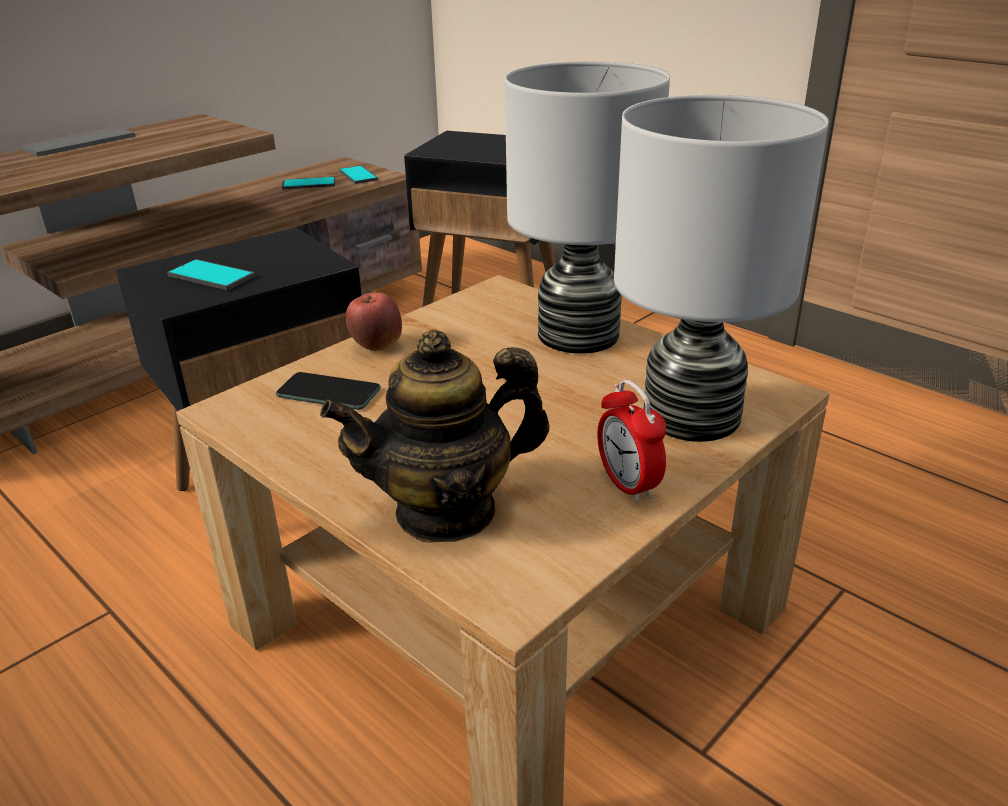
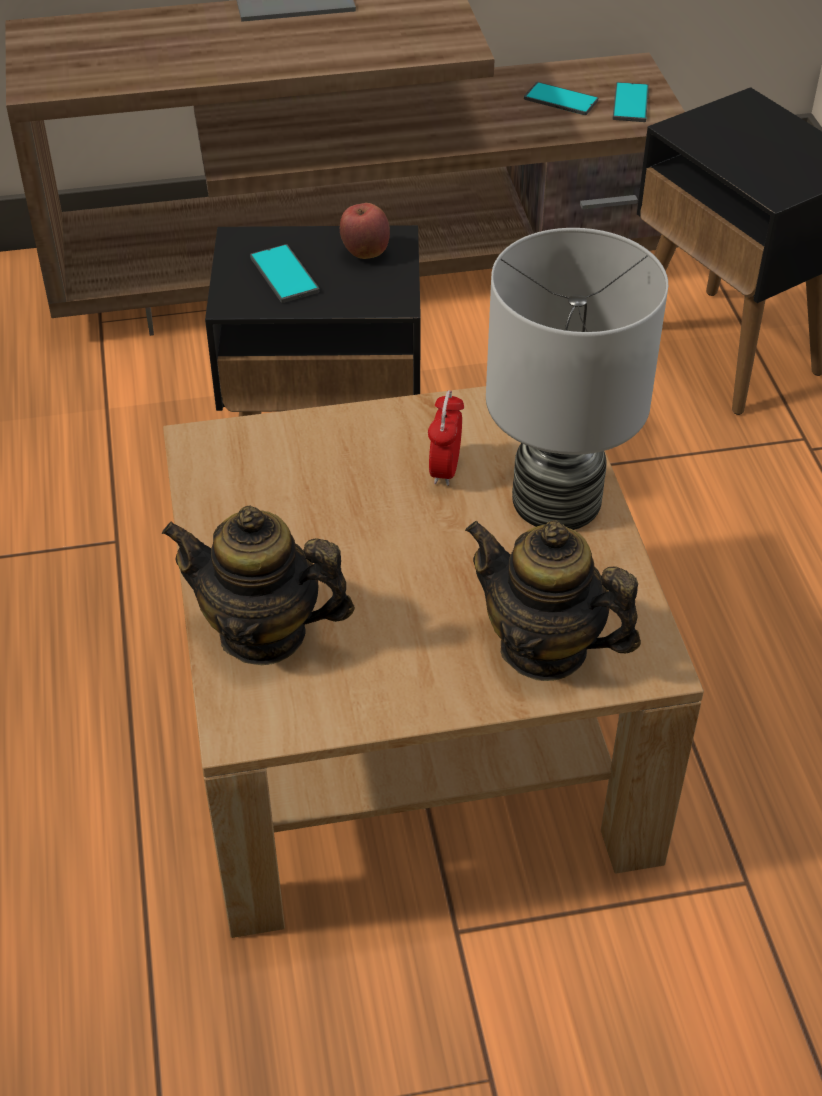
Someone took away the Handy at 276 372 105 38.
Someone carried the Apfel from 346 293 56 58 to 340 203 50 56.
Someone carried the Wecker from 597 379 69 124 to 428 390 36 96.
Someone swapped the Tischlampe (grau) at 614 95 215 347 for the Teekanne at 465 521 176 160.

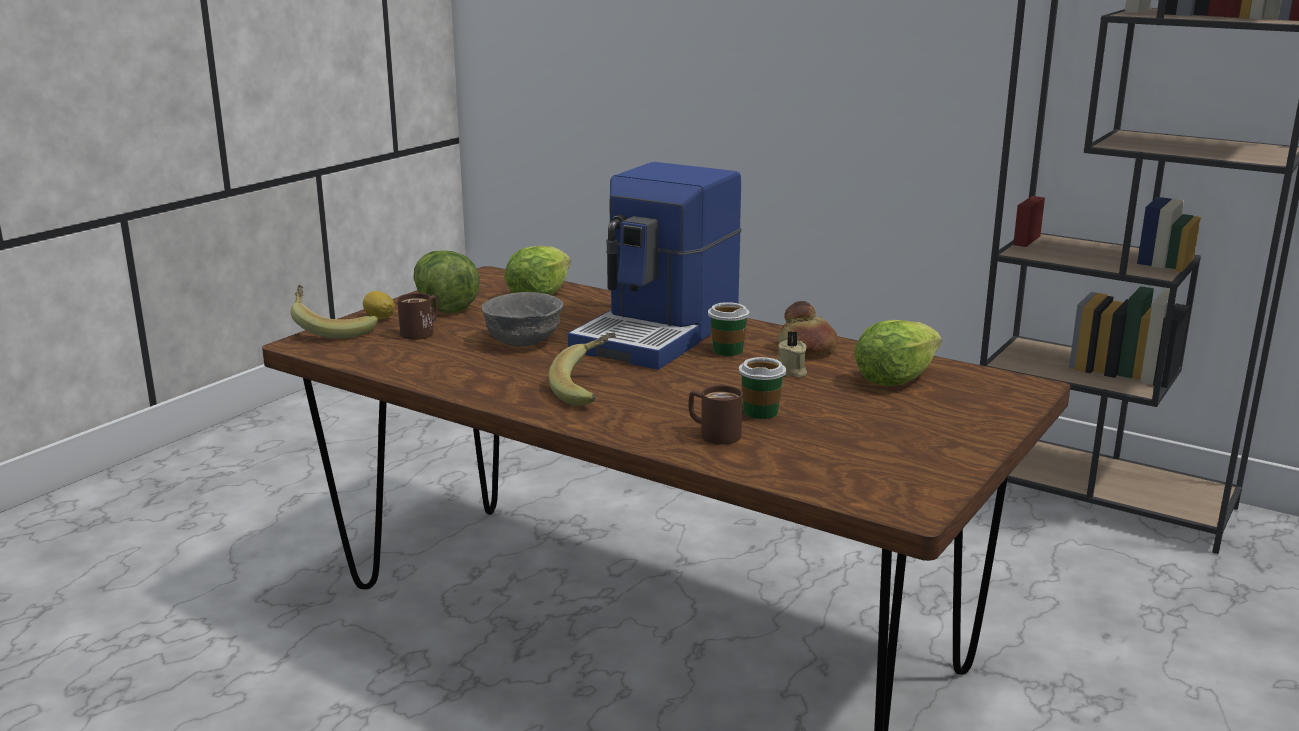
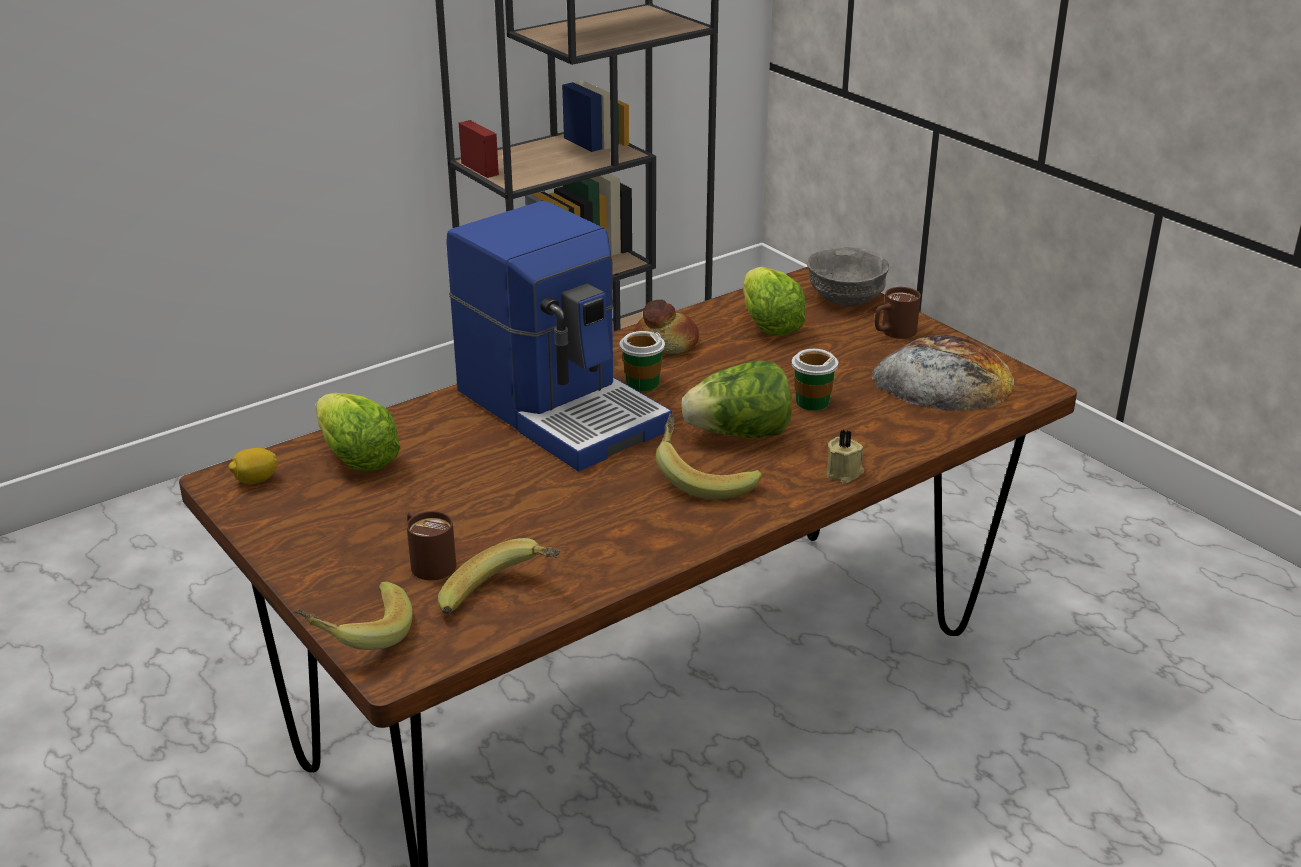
Someone carried the Zitrone from 363 291 32 28 to 229 448 49 36.
Someone carried the Salatkopf from 414 250 66 63 to 681 360 111 78.
Someone carried the Schüssel (grau) from 482 292 81 55 to 807 247 82 59.
Someone carried the Henkelbecher (braun) from 688 385 55 60 to 875 287 46 52.
Someone carried the Kerze (beige) from 778 331 29 47 to 827 430 37 53.
Someone put down the Banane at 438 538 122 77.
Someone put down the Brot at 872 335 143 76.

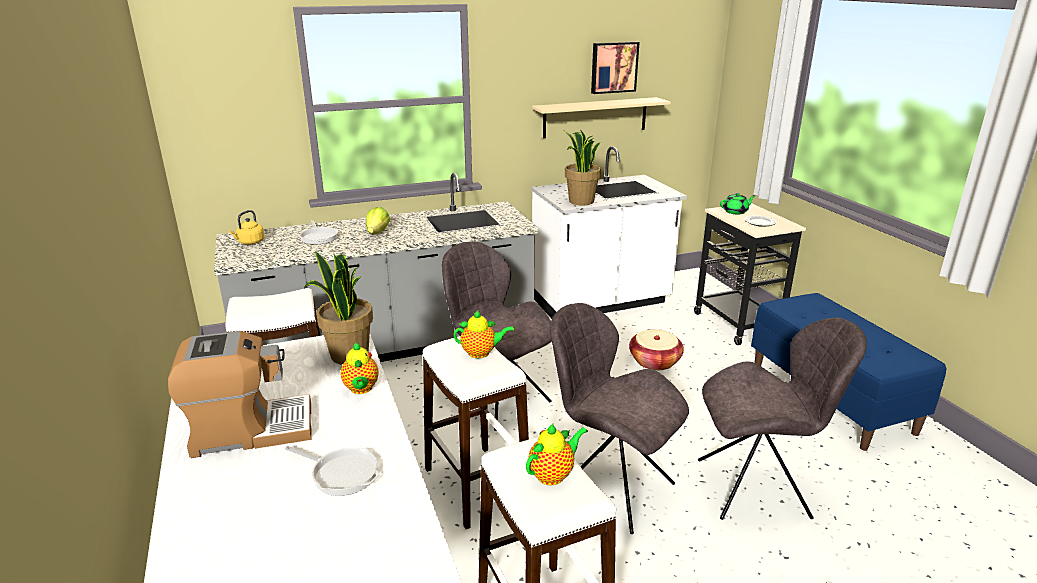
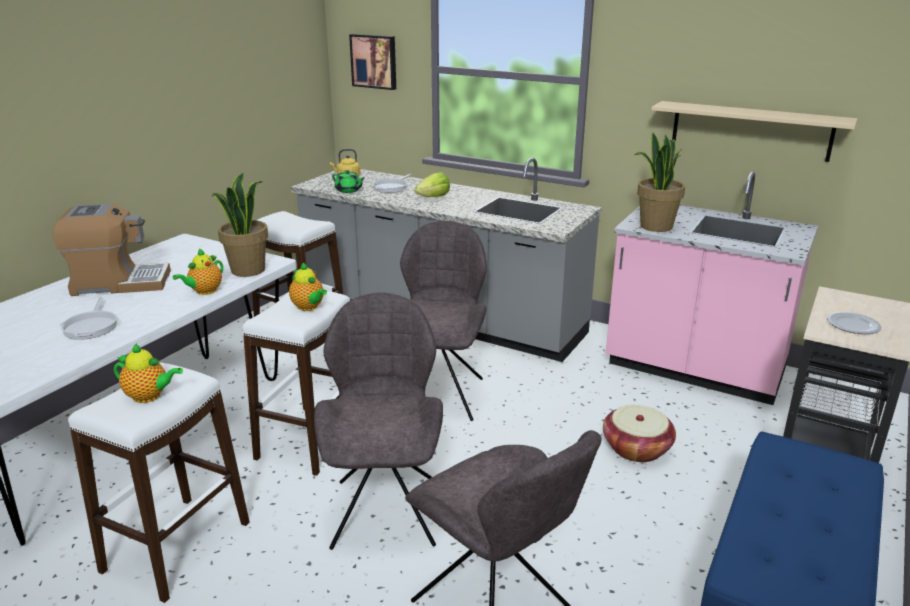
Someone rotated the Kaffeemaschine at 168 331 143 127 by 45 degrees counterclockwise.
Someone repainted the Küchenzeile (weiß) at 531 146 156 173, which became the Küchenzeile (rosa) at 606 172 212 233.
Someone carried the Bild from 591 42 49 52 to 349 34 47 56.
Someone carried the Teekanne (grün) from 720 193 36 21 to 332 170 32 23.

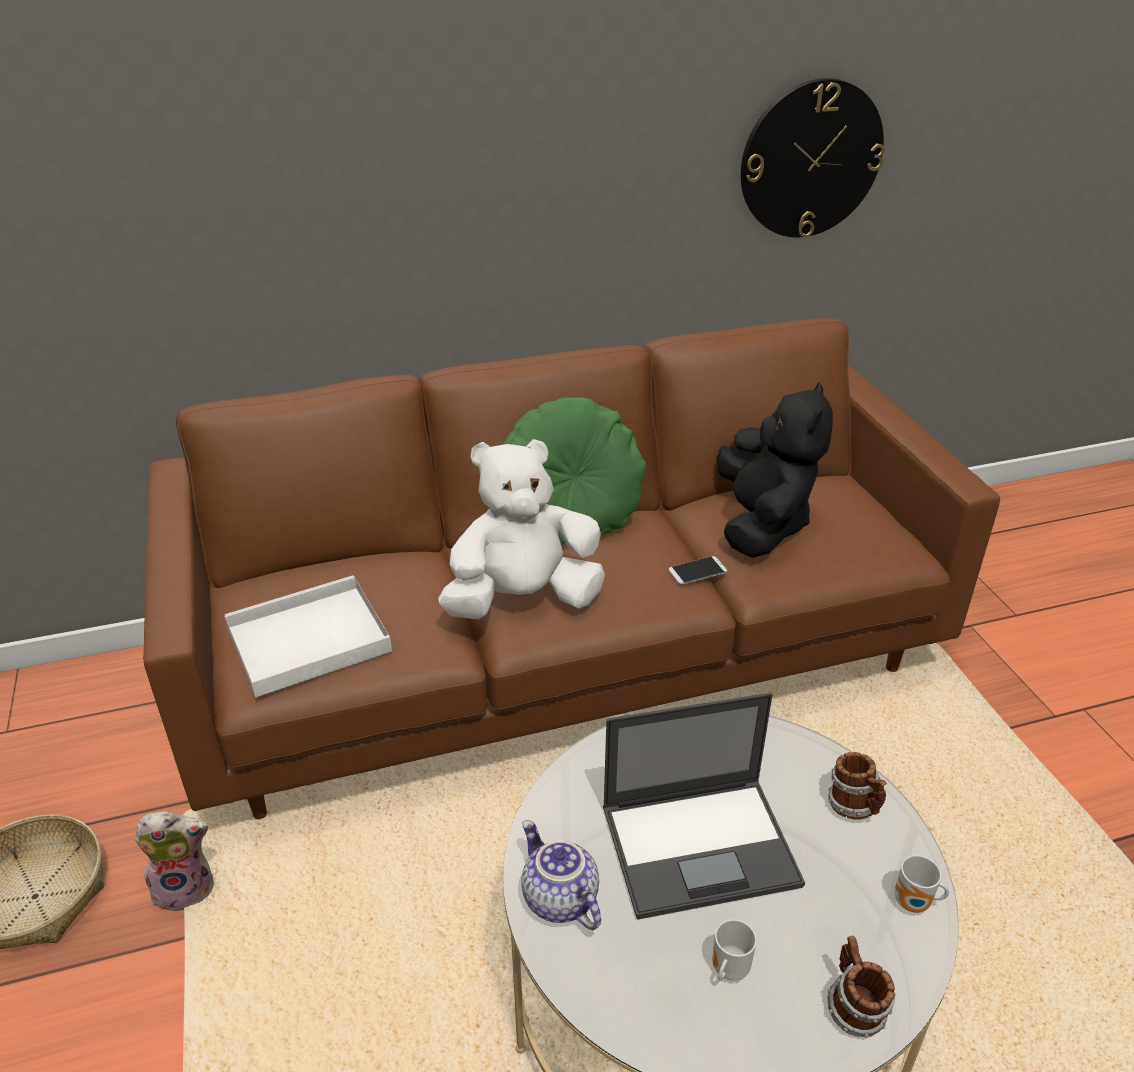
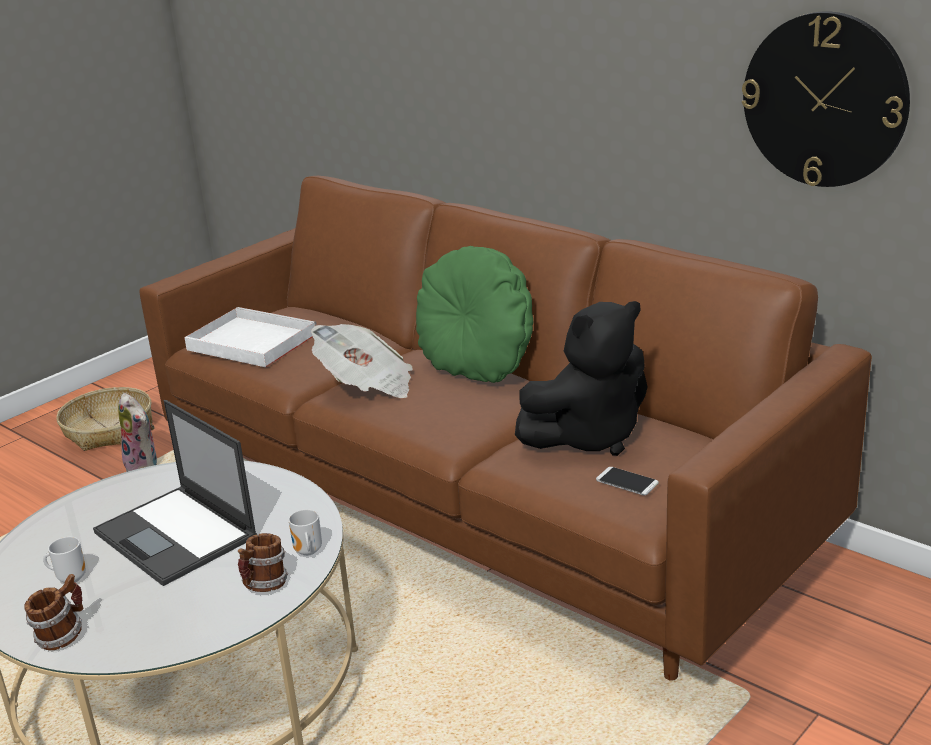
Someone swapped the Plüschtier (weiß) at 438 439 167 180 for the Zeitung at 311 324 102 74.
Someone took away the Teekanne at 521 820 80 110.
Someone carried the Handy from 668 556 59 29 to 596 467 63 28.
Someone carried the Henkelbecher from 894 855 55 58 to 288 509 34 47.

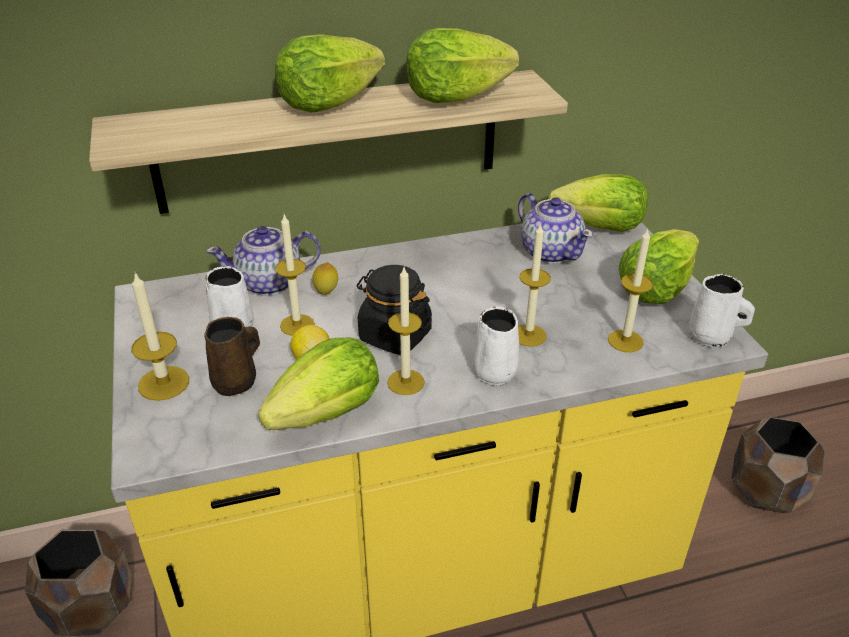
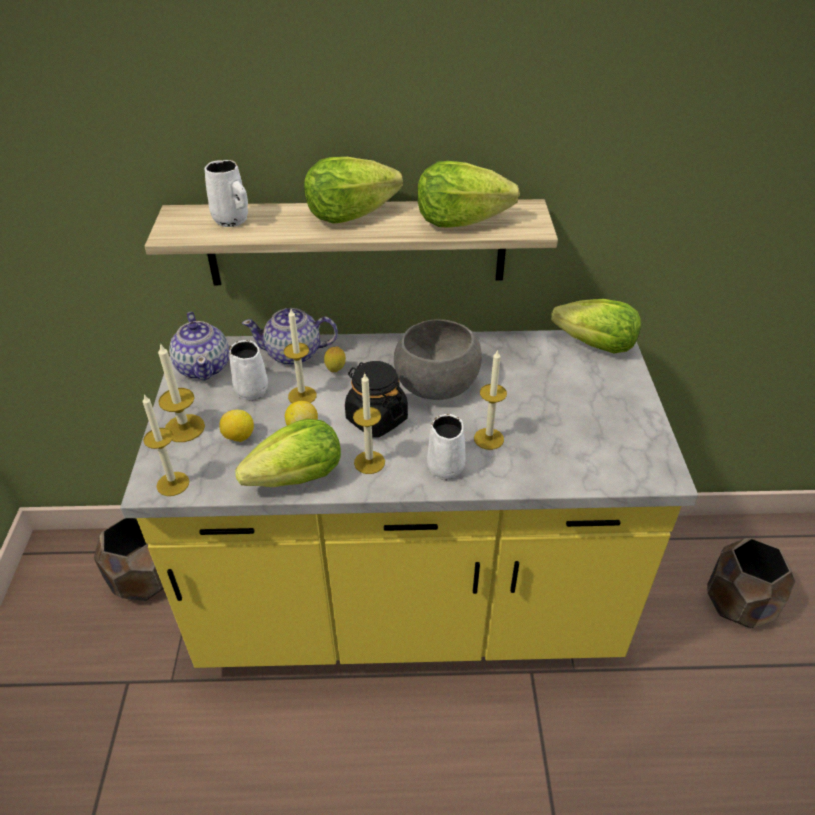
Someone swapped the Henkelbecher (braun) at 204 317 56 79 for the Zitrone at 220 410 34 32.
Someone carried the Teekanne from 518 193 75 71 to 169 312 60 68.
Someone carried the Kerze from 608 228 45 124 to 143 394 46 102.
Someone took away the Salatkopf at 619 229 80 75.
Someone carried the Henkelbecher (weiß) from 689 274 66 74 to 204 160 44 67.
Someone put down the Schüssel (grau) at 394 319 88 81.

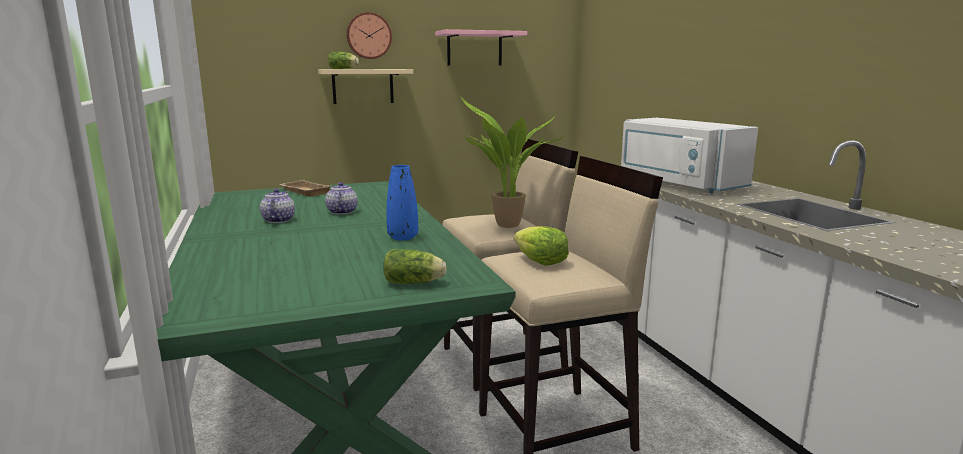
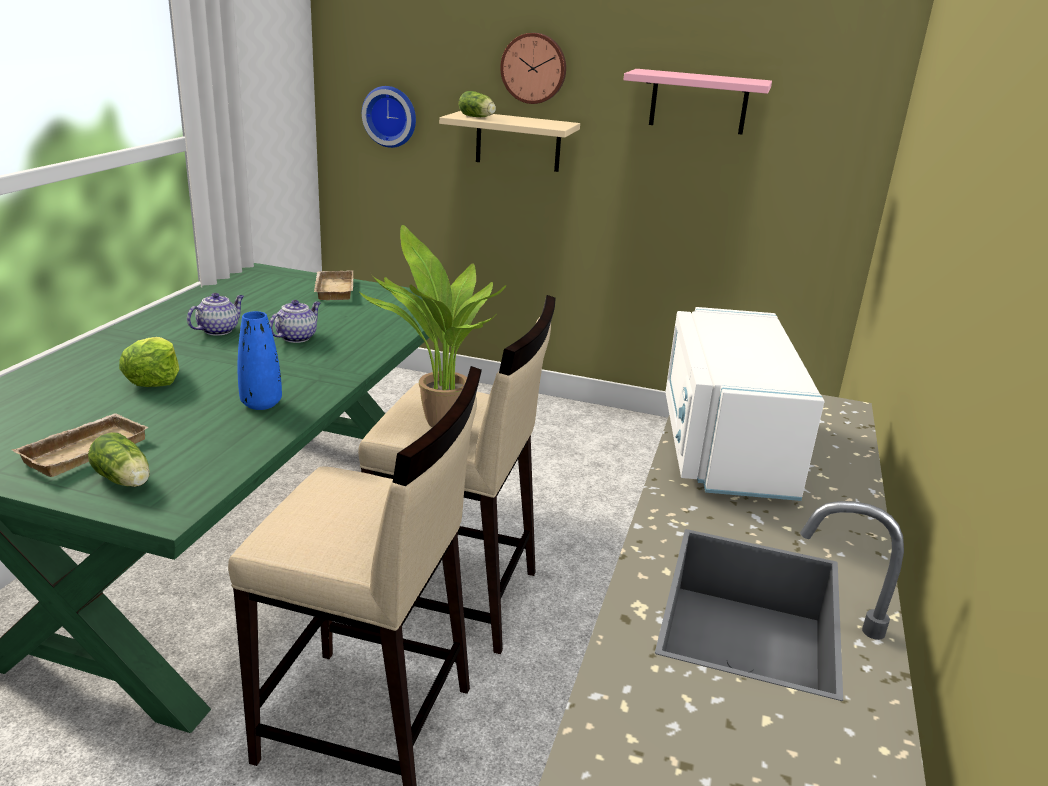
Someone carried the Salatkopf from 514 226 55 40 to 119 337 60 50.
Someone put down the Tablett (beige) at 12 413 137 64.
Someone put up the Wanduhr at 362 86 54 62.

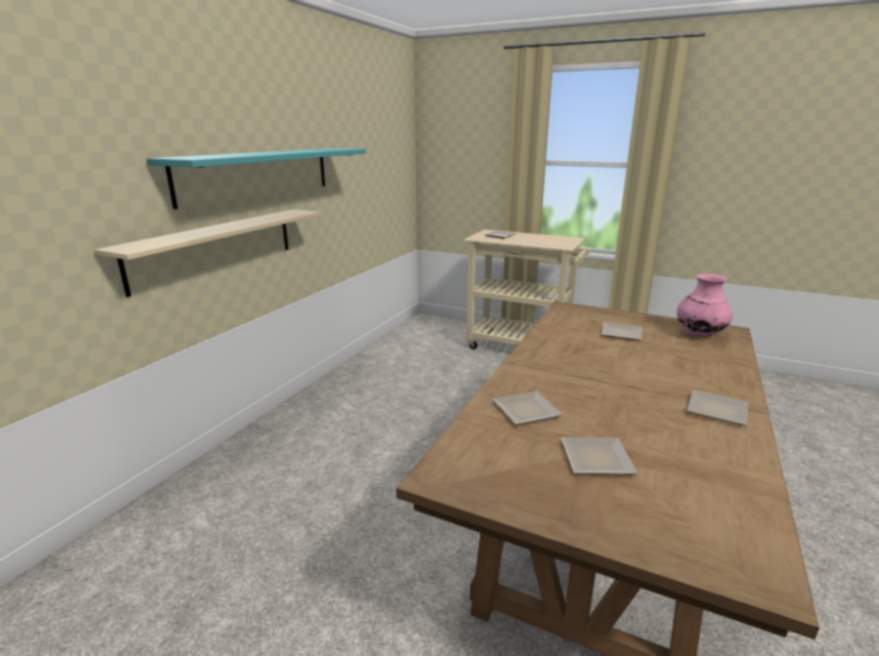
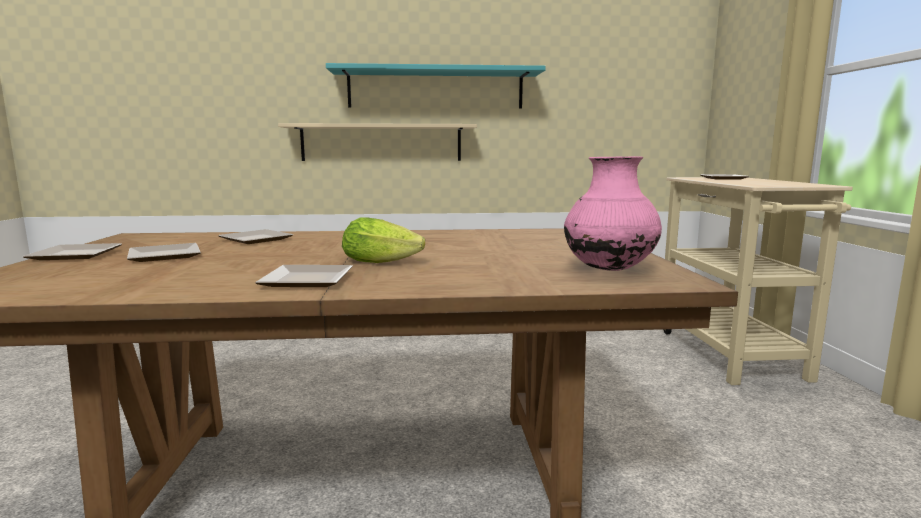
Someone carried the Teller from 601 322 41 18 to 22 243 100 17.
Someone put down the Salatkopf at 342 217 83 46.

